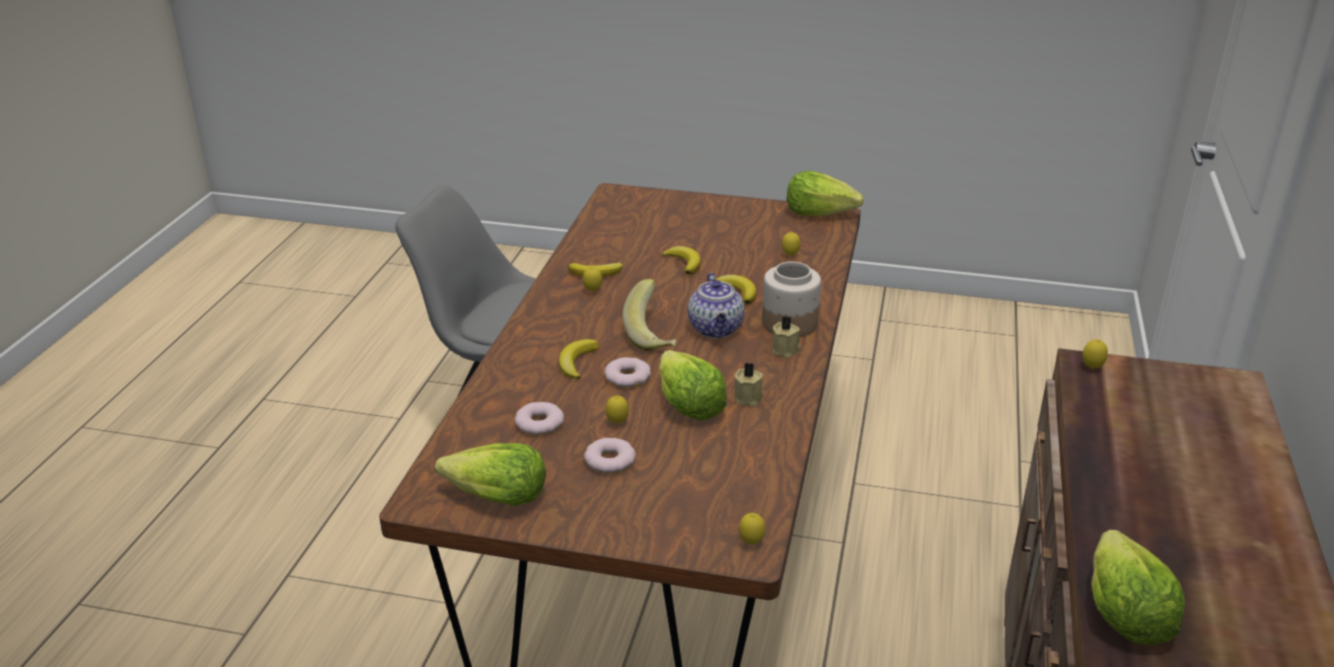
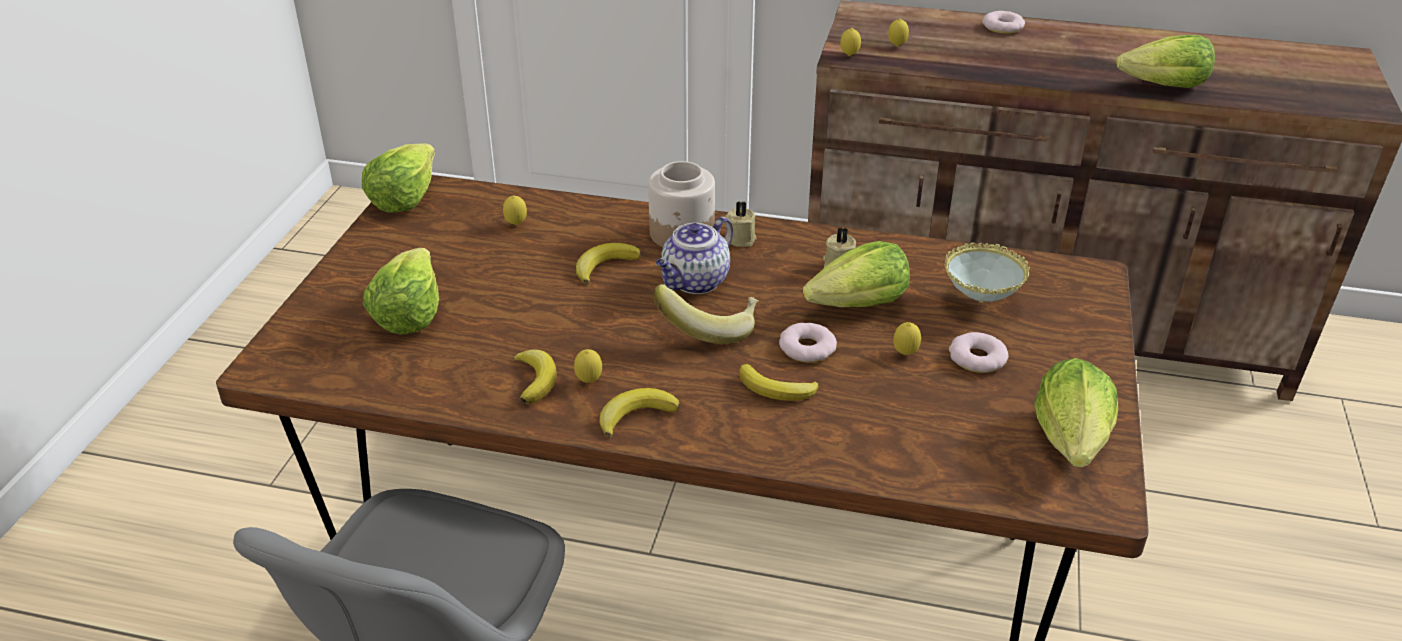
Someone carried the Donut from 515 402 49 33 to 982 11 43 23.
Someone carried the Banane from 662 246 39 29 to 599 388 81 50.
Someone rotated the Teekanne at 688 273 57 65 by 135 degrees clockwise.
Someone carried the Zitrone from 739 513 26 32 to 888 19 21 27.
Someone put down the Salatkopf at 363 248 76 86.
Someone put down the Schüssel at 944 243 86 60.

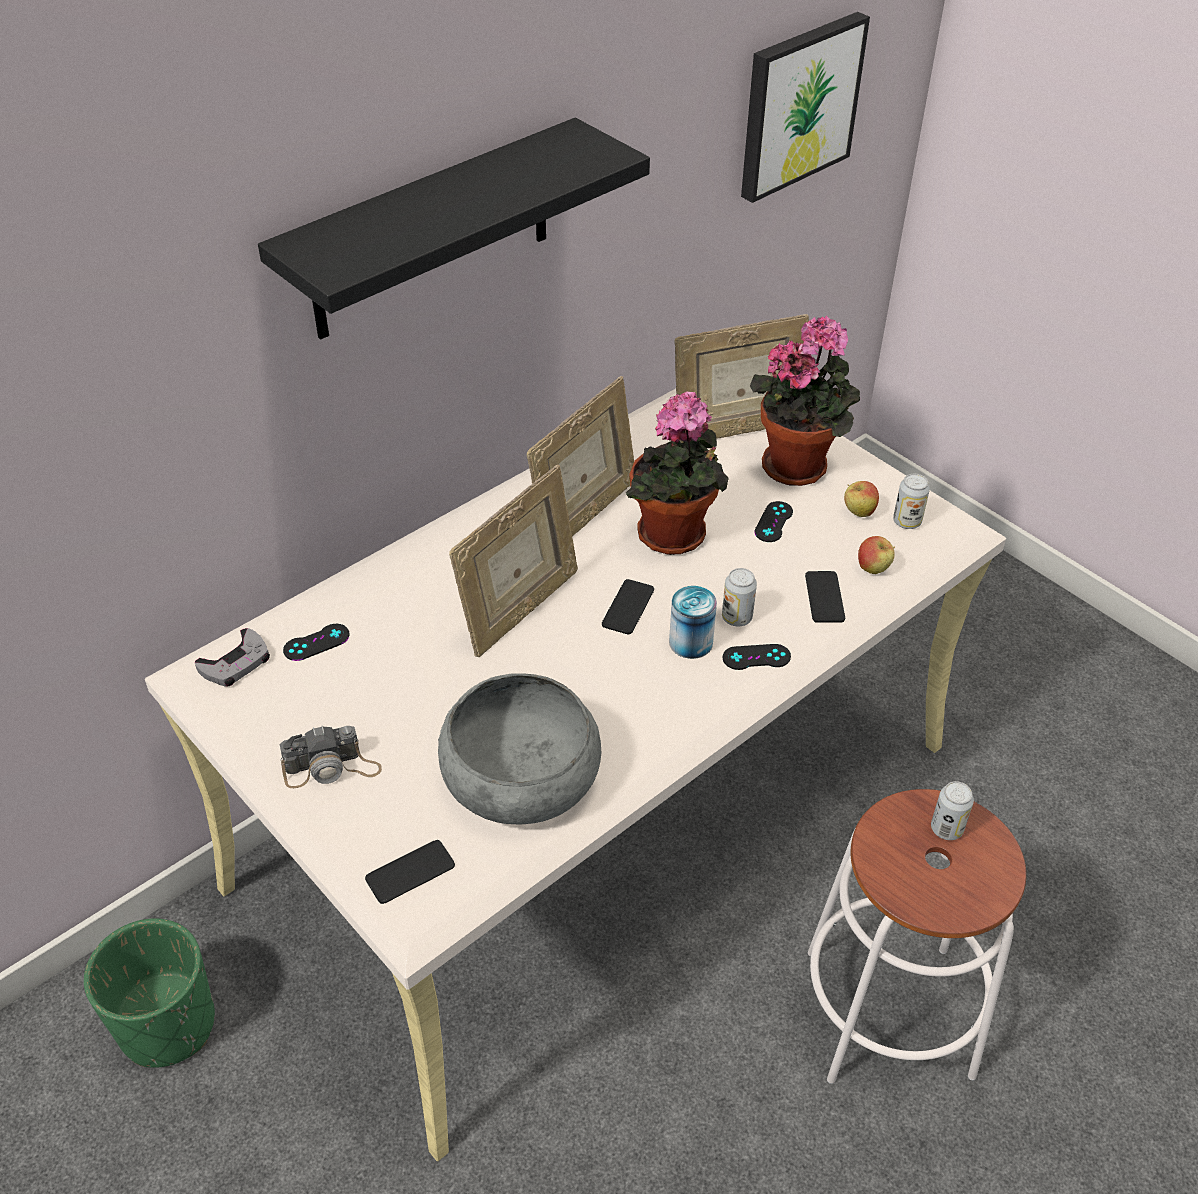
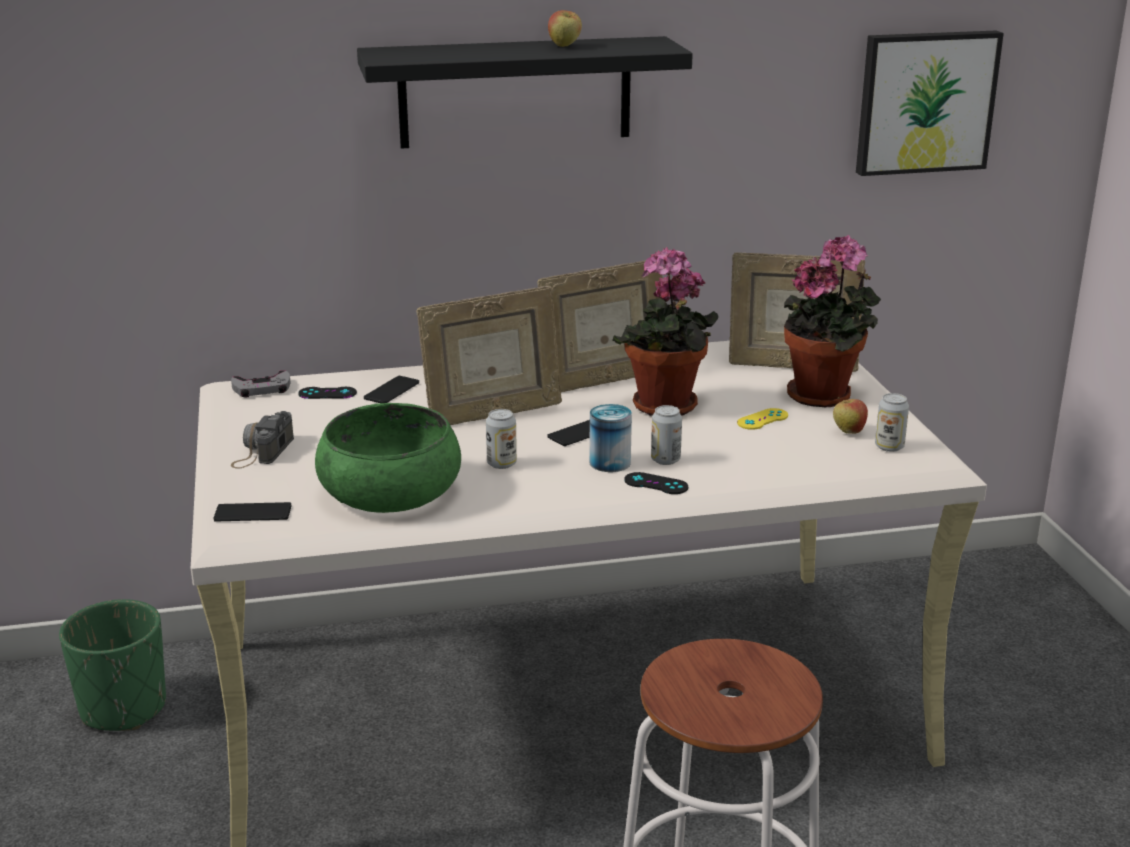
Someone rotated the Kamera at 280 725 102 63 by 90 degrees clockwise.
Someone repainted the Schüssel (grau) at 438 673 164 151, which became the Schüssel (grün) at 315 403 146 110.
Someone repainted the Gamepad (schwarz) at 754 501 39 41, which became the Gamepad (gelb) at 737 408 51 22.
Someone carried the Handy from 805 571 40 52 to 364 376 55 27.
Someone carried the Apfel from 858 536 37 38 to 548 10 34 37.
Someone carried the Dose from 931 781 43 59 to 486 409 31 60.

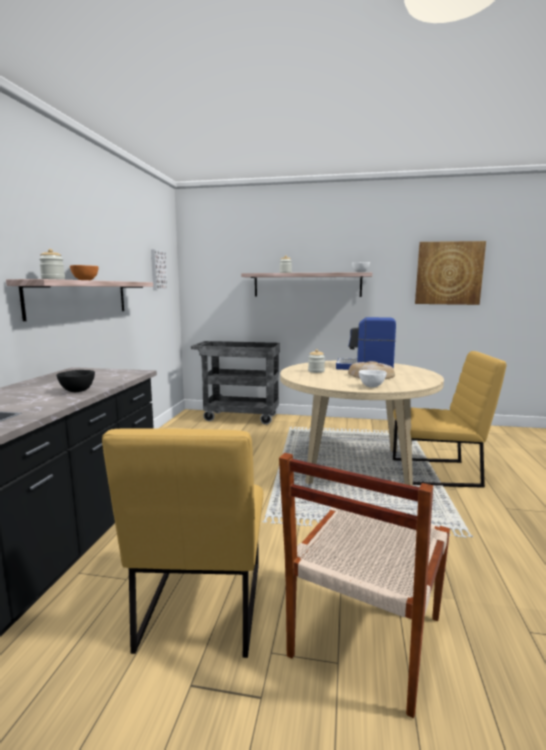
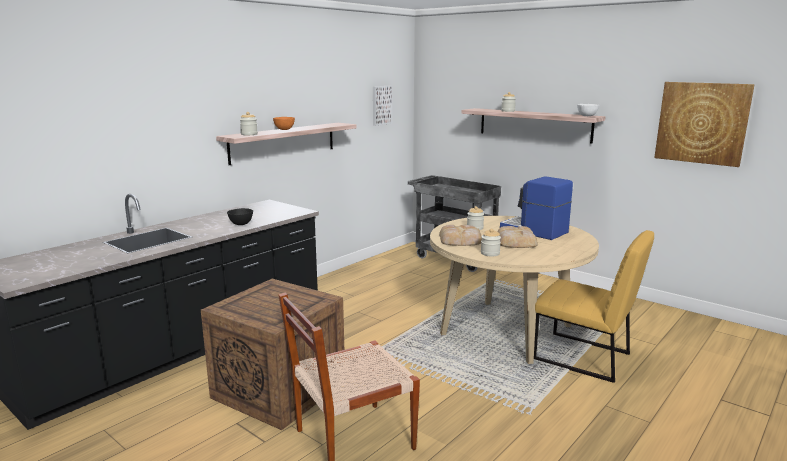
Someone swapped the Stuhl (gelb) at 102 428 161 230 for the Kiste at 201 279 143 151.
Someone swapped the Schüssel (weiß) at 359 370 28 17 for the Vorratsglas at 481 229 20 27.
Someone put down the Brot at 439 225 43 21.

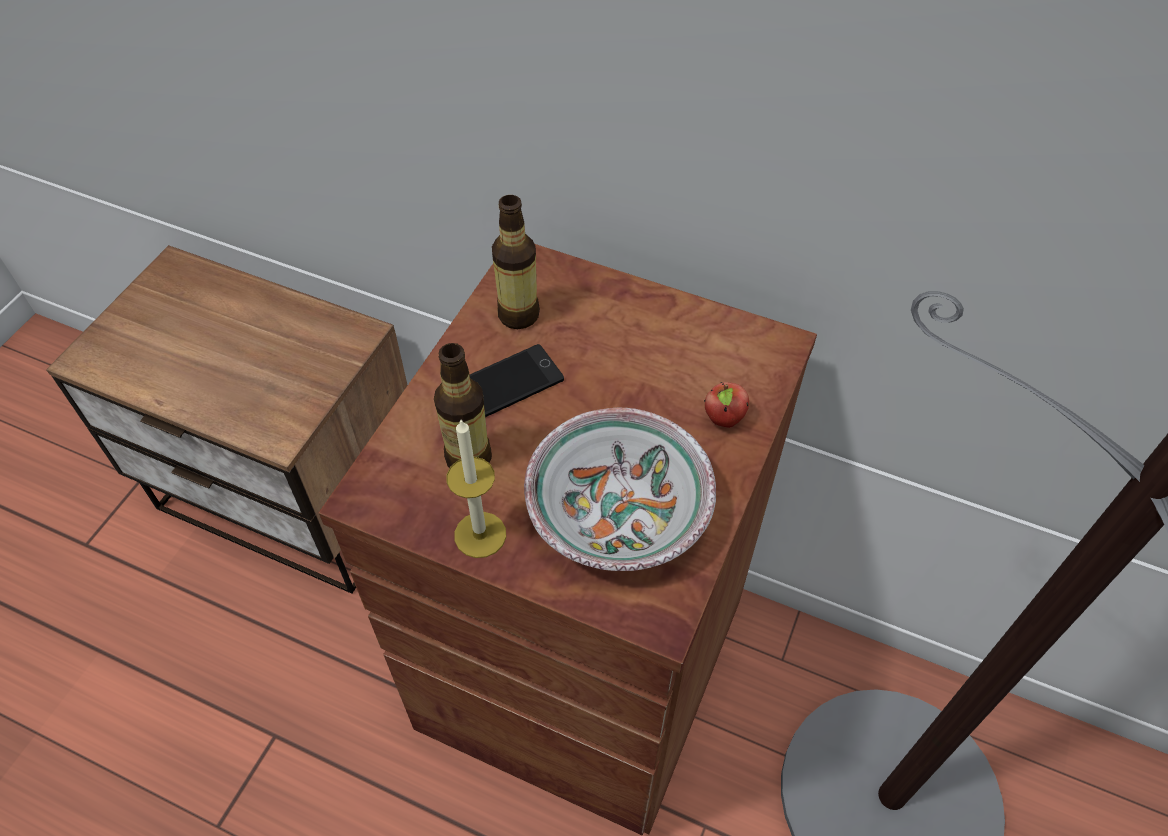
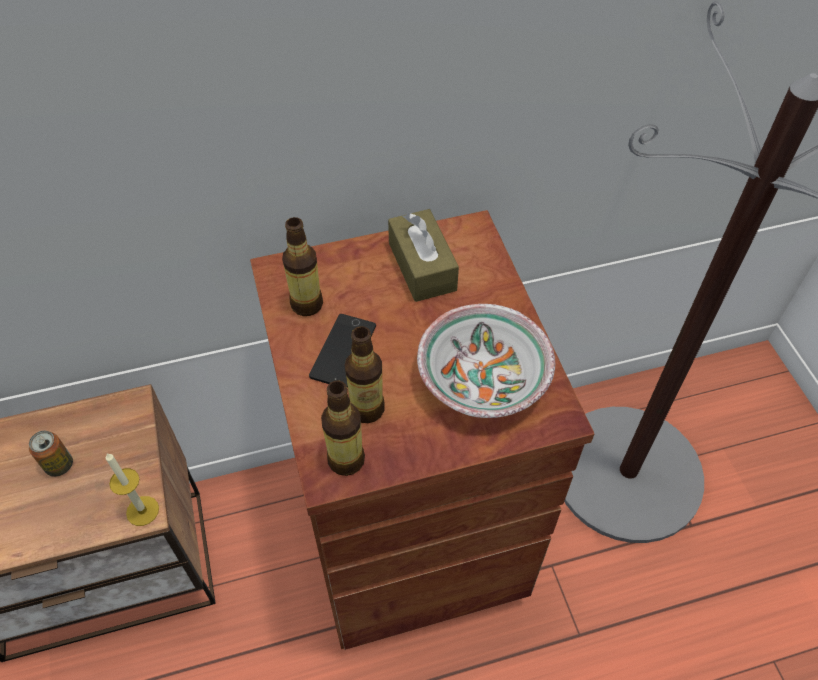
Someone carried the Kerze from 447 420 59 138 to 106 453 53 73.
Someone took away the Apfel at 704 382 45 46.
Someone put down the Dose at 29 431 44 46.
Someone put down the Flasche at 321 381 44 95.
Someone put down the Taschentuchbox (braun) at 388 209 71 93.

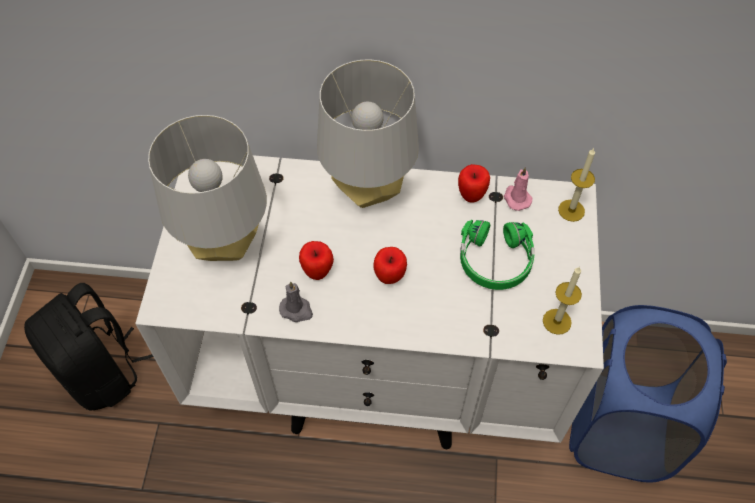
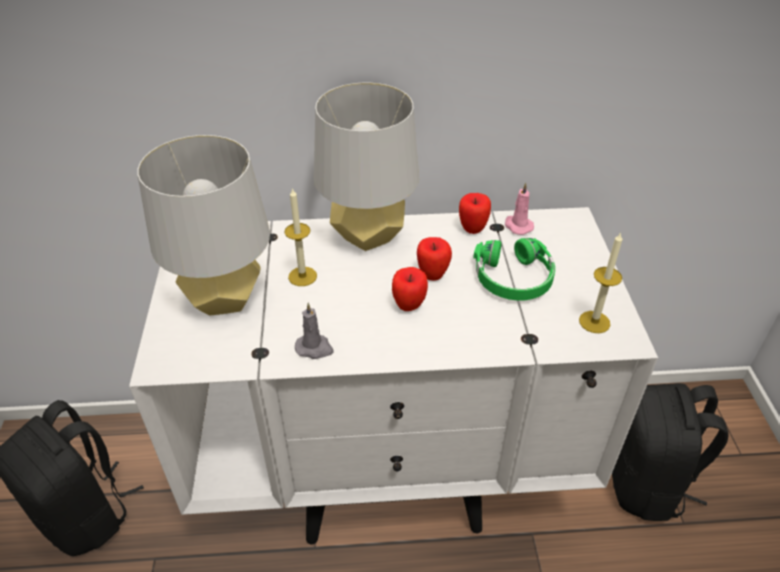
Someone carried the Apfel from 299 241 35 39 to 417 237 35 44.
Someone carried the Kerze from 558 148 37 74 to 284 188 33 98.
Someone swapped the Wäschekorb (blau) at 569 305 158 177 for the Rucksack (schwarz) at 612 383 116 138.

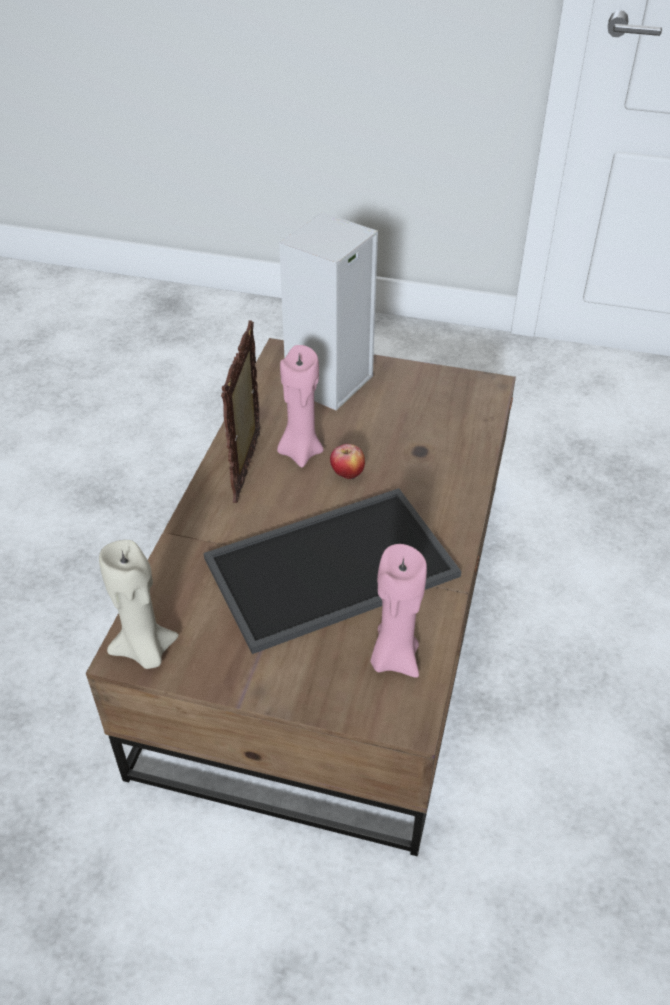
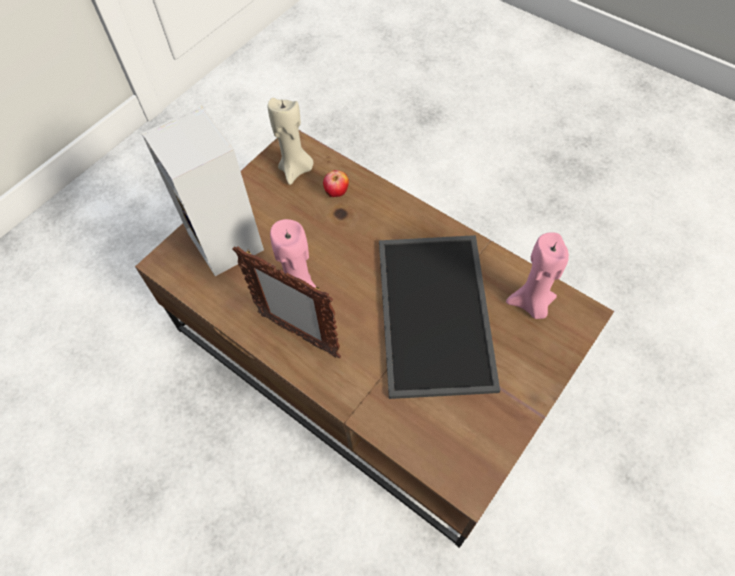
Someone carried the Kerze (beige) from 99 540 80 129 to 268 98 45 87.
Someone carried the Apfel from 330 444 35 35 to 323 170 26 27.

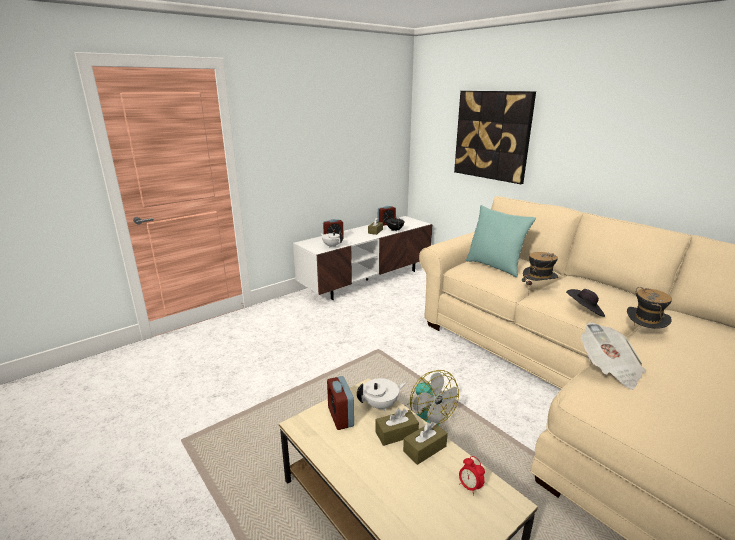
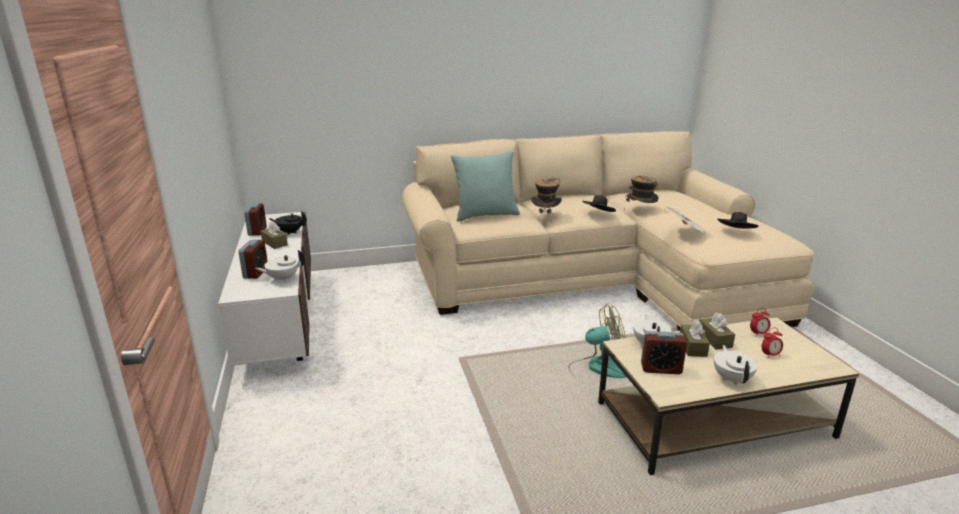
Someone took away the Bild at 454 91 82 93.
Someone put down the Teekanne (weiß) at 714 345 44 40.
Someone put down the Hut (schwarz) at 717 212 41 17.
Someone put down the Wecker at 762 328 21 31.

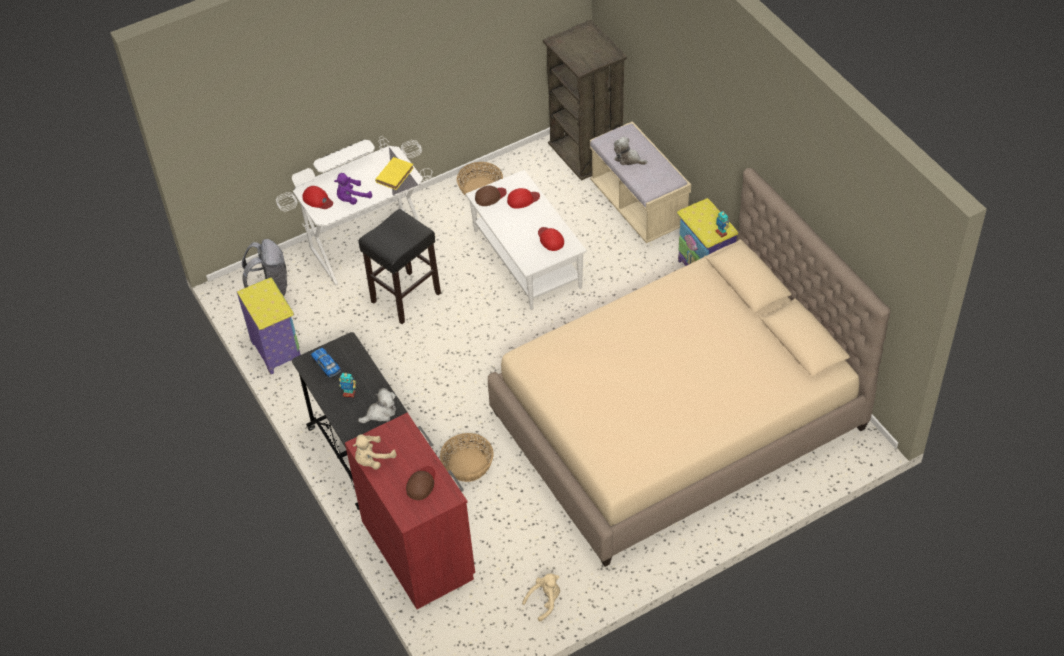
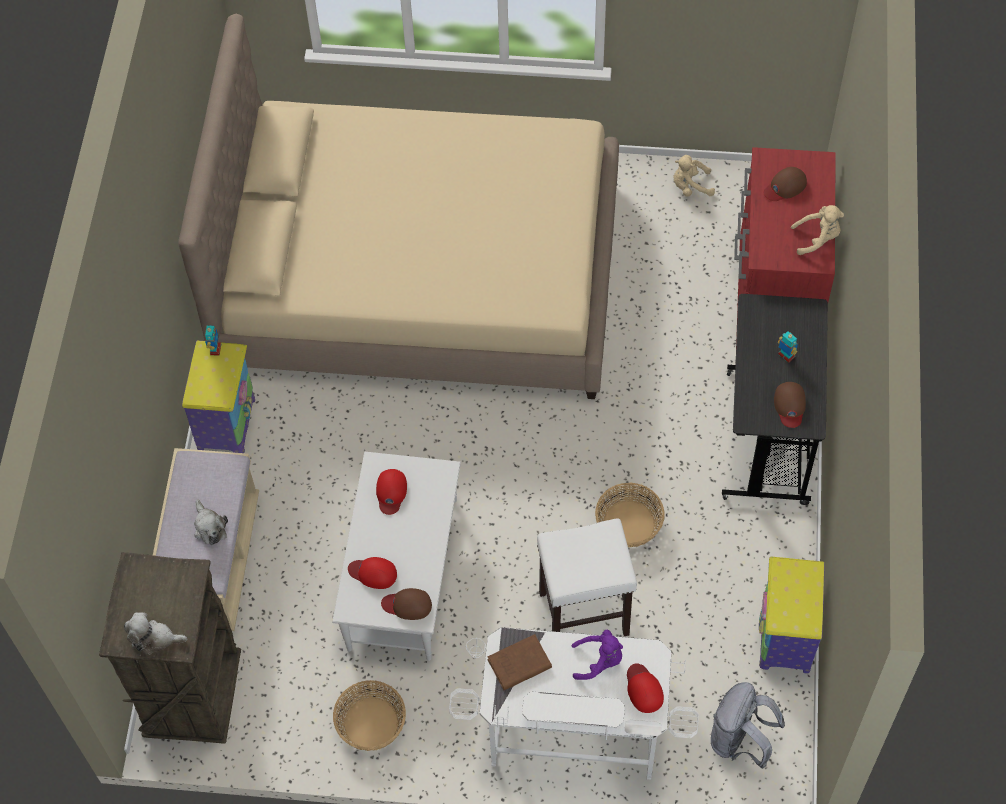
Someone swapped the Spielzeugauto at 311 348 31 30 for the Kappe (braun) at 774 382 32 46.
Someone repainted the Hocker (schwarz) at 358 209 83 115, which became the Hocker (weiß) at 537 519 100 117.
Someone carried the Plüschtier from 358 388 38 35 to 124 612 63 43.
Someone repainted the Buch (gelb) at 375 157 39 33, which became the Buch (braun) at 487 634 65 56.
Someone carried the Korb from 440 433 53 49 to 595 482 70 65.

